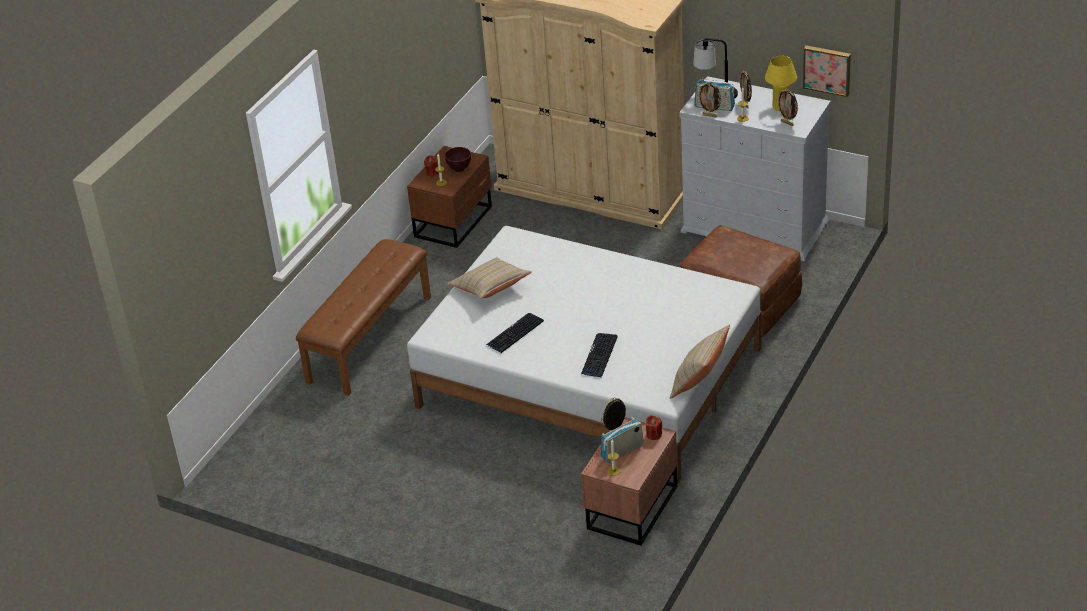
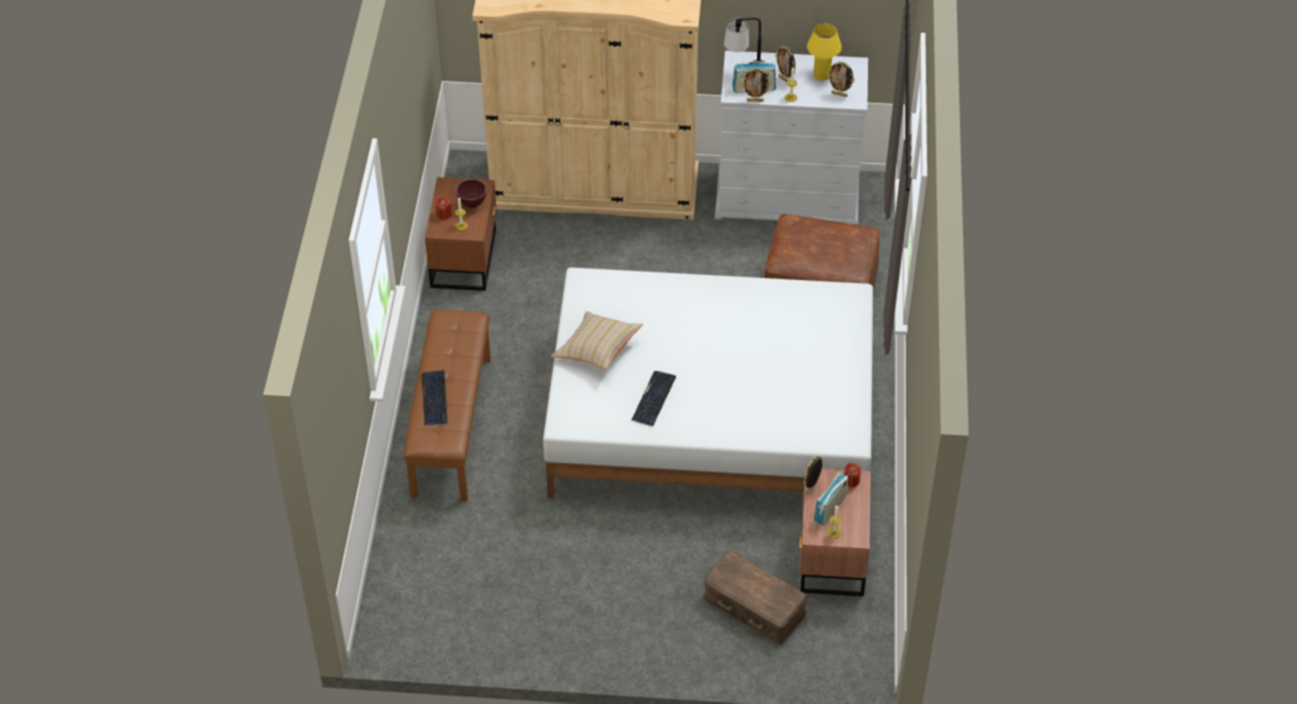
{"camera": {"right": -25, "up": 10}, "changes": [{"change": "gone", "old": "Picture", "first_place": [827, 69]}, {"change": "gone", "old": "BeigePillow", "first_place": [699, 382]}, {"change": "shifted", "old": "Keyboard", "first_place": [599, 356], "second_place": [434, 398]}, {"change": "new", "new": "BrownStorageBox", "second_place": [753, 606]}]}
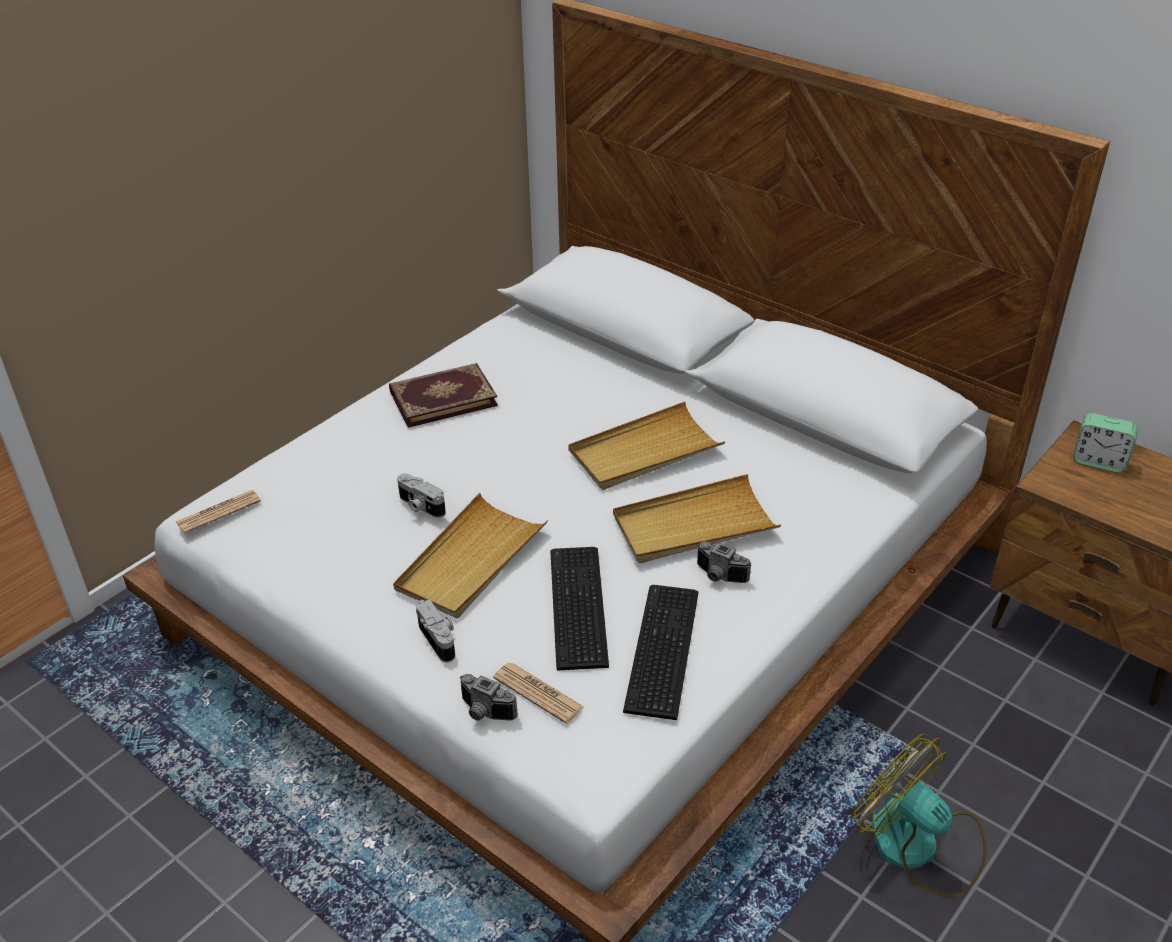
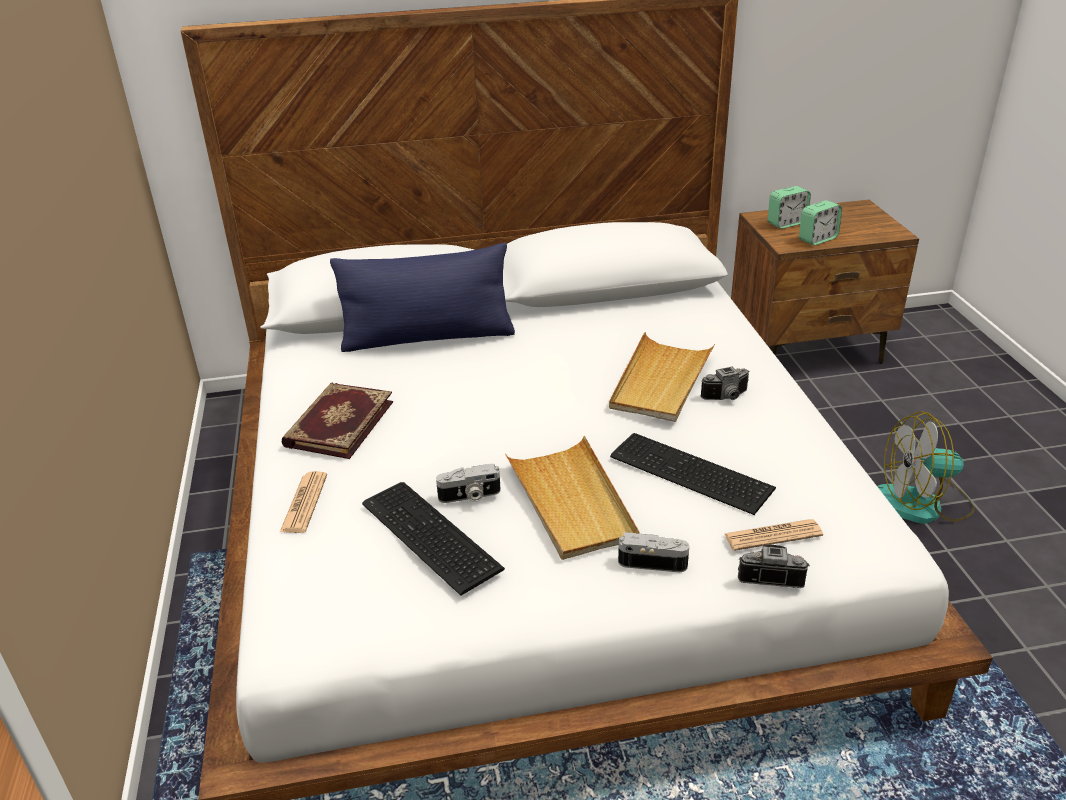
{"camera": {"right": -50, "up": -5}, "changes": [{"change": "gone", "old": "BeigeTray", "first_place": [644, 451]}, {"change": "shifted", "old": "Newspaper", "first_place": [218, 512], "second_place": [304, 503]}, {"change": "shifted", "old": "Keyboard", "first_place": [659, 651], "second_place": [429, 538]}, {"change": "rotated", "old": "PhotoCamera", "first_place": [484, 713], "second_place": [770, 575], "degrees": -150}, {"change": "new", "new": "AlarmClock", "second_place": [817, 239]}, {"change": "new", "new": "BluePillow", "second_place": [428, 337]}]}
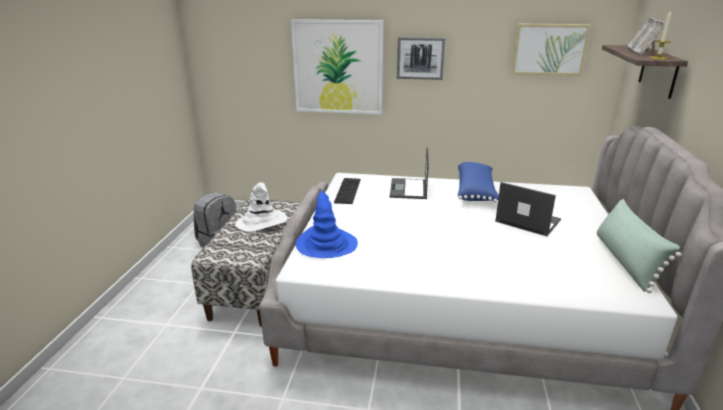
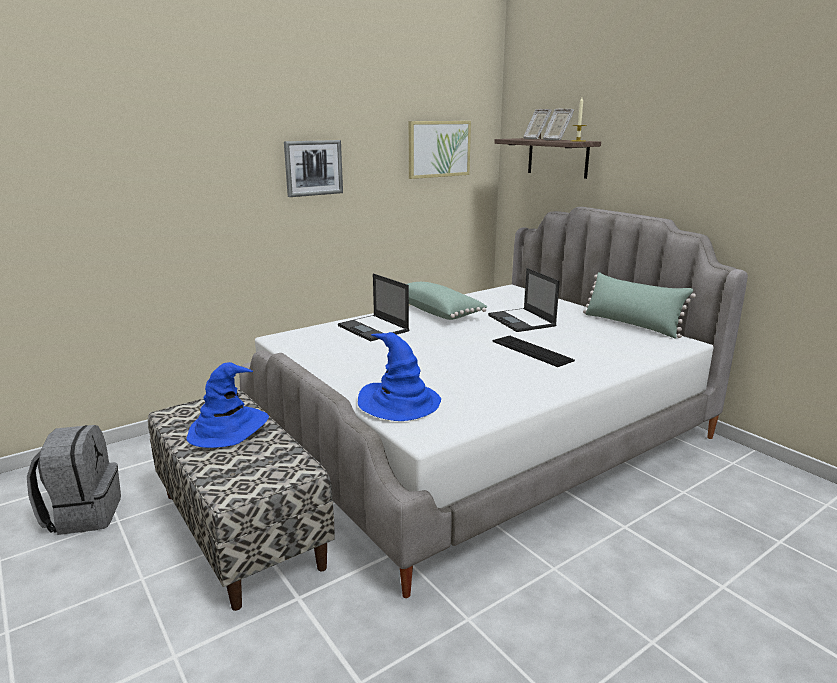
{"camera": {"right": -45, "up": -5}, "changes": [{"change": "gone", "old": "Picture", "first_place": [338, 67]}, {"change": "repainted", "old": "BluePillow", "new": "GreenPillow", "first_place": [476, 192], "second_place": [438, 312]}, {"change": "shifted", "old": "Keyboard", "first_place": [348, 190], "second_place": [531, 351]}, {"change": "repainted", "old": "WhiteHat", "new": "BlueHat", "first_place": [262, 222], "second_place": [228, 428]}, {"change": "rotated", "old": "Laptop", "first_place": [527, 221], "second_place": [522, 321], "degrees": -105}]}
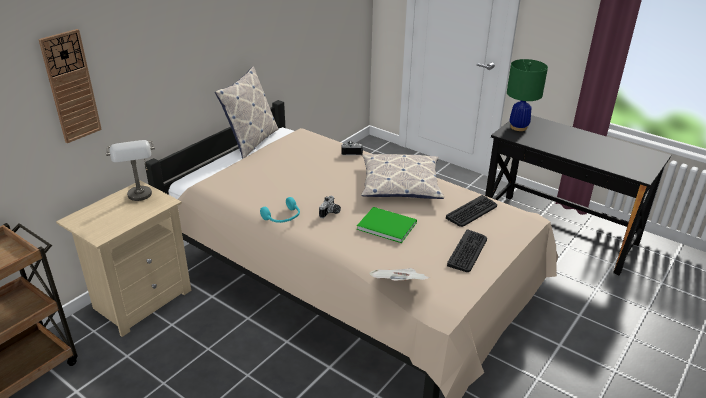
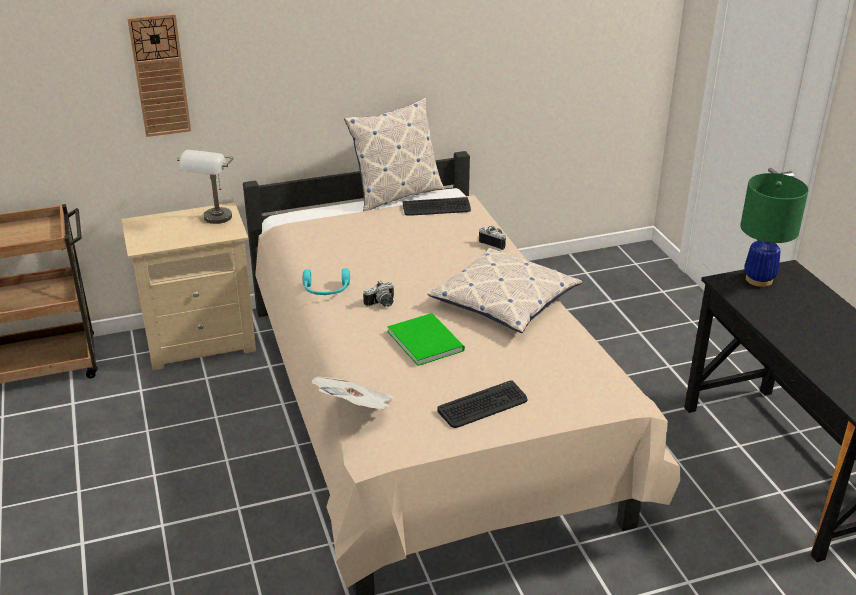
{"camera": {"right": 35, "up": 0}, "changes": [{"change": "shifted", "old": "Keyboard", "first_place": [472, 212], "second_place": [436, 208]}]}
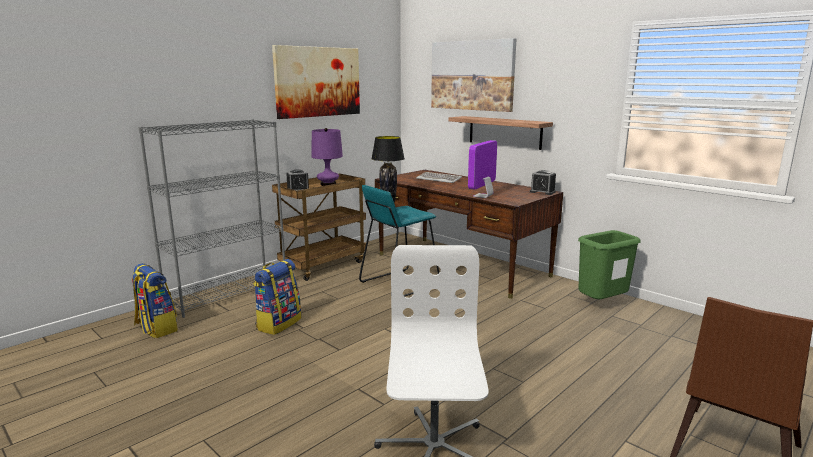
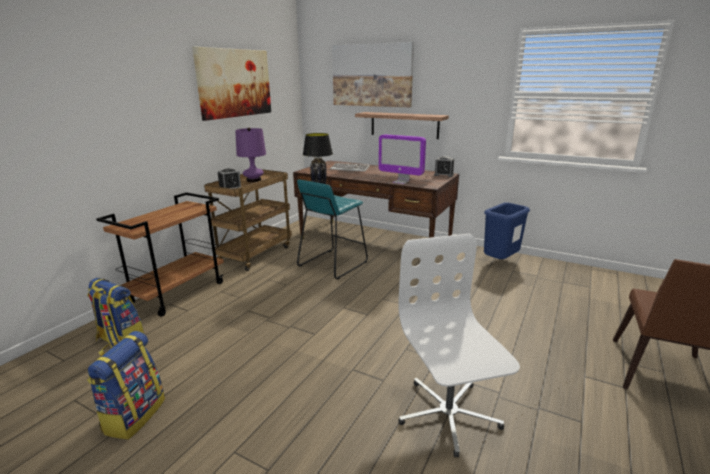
{"camera": {"right": -15, "up": 5}, "changes": [{"change": "swapped", "old": "GreyBookcase", "new": "BrownCart", "first_place": [228, 293], "second_place": [178, 292]}, {"change": "rotated", "old": "Monitor", "first_place": [483, 196], "second_place": [401, 182], "degrees": -75}, {"change": "repainted", "old": "GreenTrashCan", "new": "BlueTrashCan", "first_place": [601, 304], "second_place": [500, 262]}, {"change": "shifted", "old": "Backpack", "first_place": [278, 324], "second_place": [134, 415]}]}
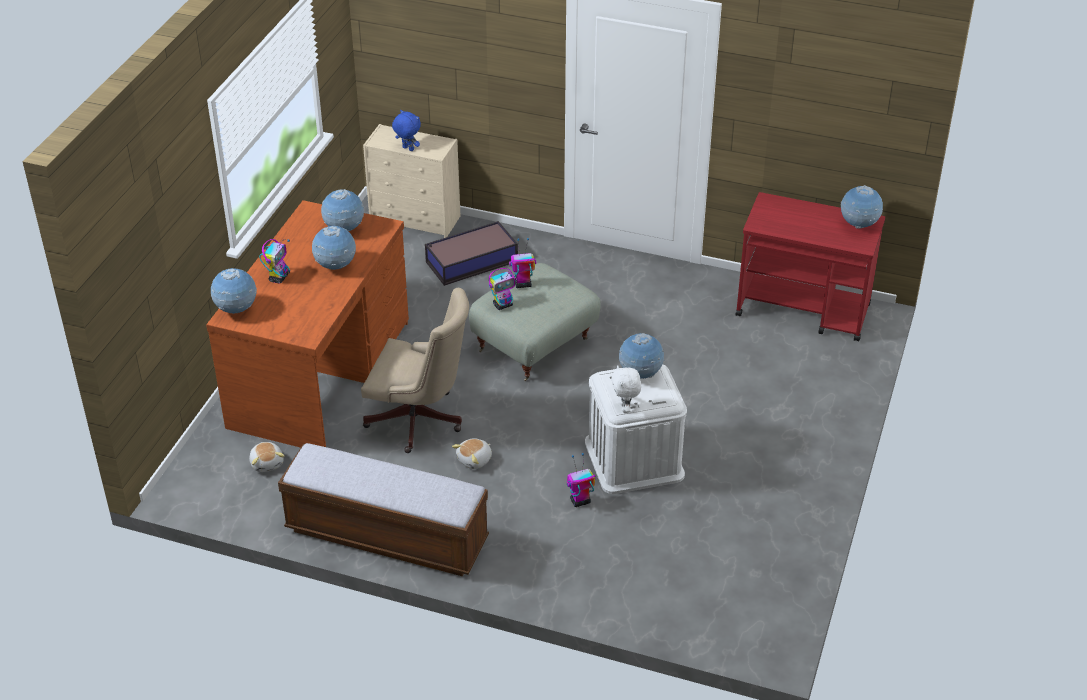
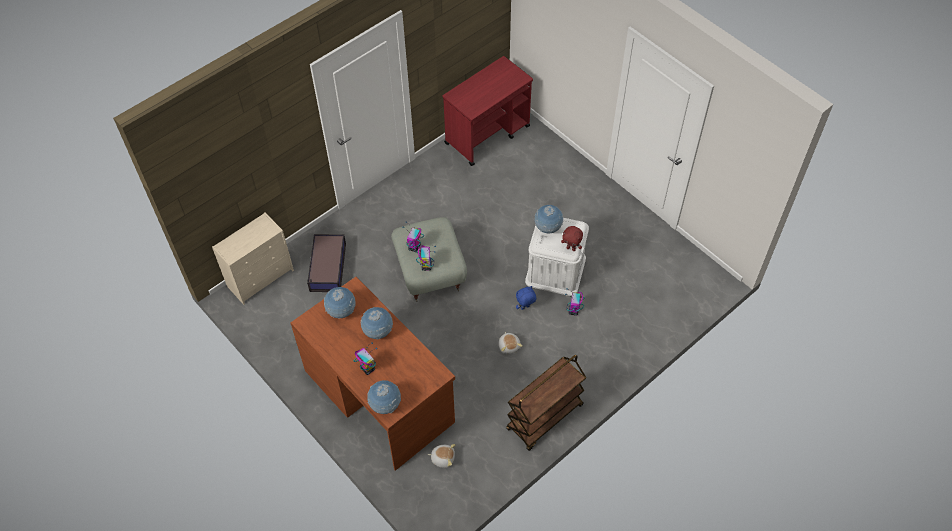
{"camera": {"right": -60, "up": 15}, "changes": [{"change": "shifted", "old": "BluePlushToy", "first_place": [407, 149], "second_place": [525, 308]}, {"change": "gone", "old": "Globe", "first_place": [858, 225]}, {"change": "gone", "old": "BeigeOfficeChair", "first_place": [420, 421]}, {"change": "repainted", "old": "WhitePlushToy", "new": "RedPlushToy", "first_place": [625, 408], "second_place": [571, 248]}, {"change": "swapped", "old": "Bench", "new": "BrownCart", "first_place": [386, 535], "second_place": [544, 418]}]}
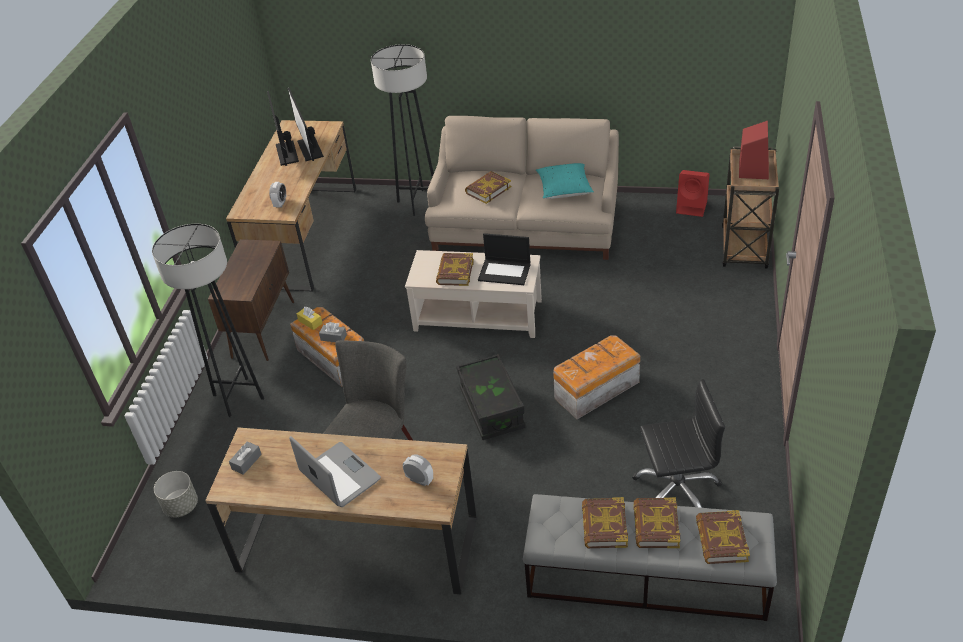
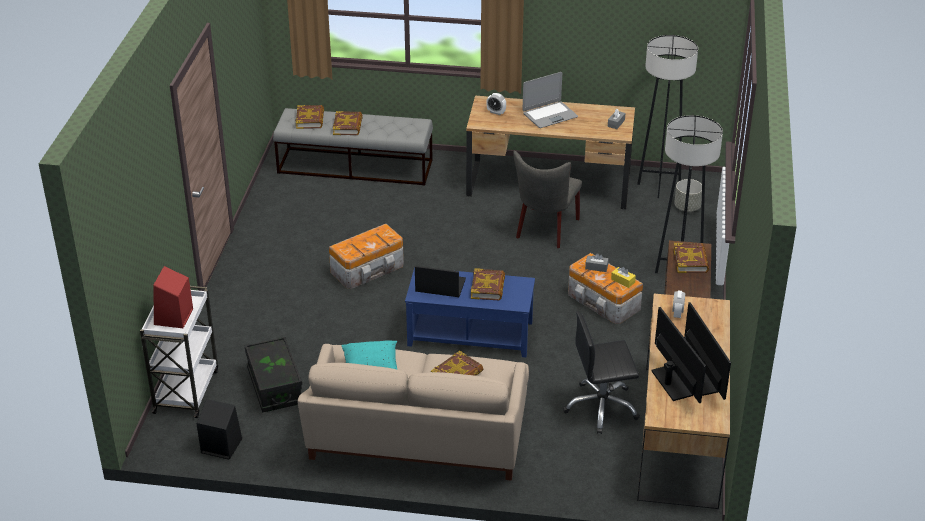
{"camera": {"right": 175, "up": -5}, "changes": [{"change": "shifted", "old": "GreyFloorLamp", "first_place": [418, 202], "second_place": [659, 186]}, {"change": "repainted", "old": "BrownCart", "new": "WhiteCart", "first_place": [744, 249], "second_place": [186, 390]}, {"change": "repainted", "old": "RedSpeaker", "new": "BlackSpeaker", "first_place": [692, 207], "second_place": [220, 446]}, {"change": "repainted", "old": "BeigeCoffeeTable", "new": "BlueCoffeeTable", "first_place": [478, 315], "second_place": [470, 334]}, {"change": "shifted", "old": "BlackStorageBox", "first_place": [491, 408], "second_place": [275, 386]}, {"change": "shifted", "old": "BlackOfficeChair", "first_place": [676, 491], "second_place": [601, 407]}, {"change": "rotated", "old": "Laptop", "first_place": [339, 476], "second_place": [549, 115], "degrees": -75}, {"change": "shifted", "old": "Book", "first_place": [604, 526], "second_place": [691, 261]}]}
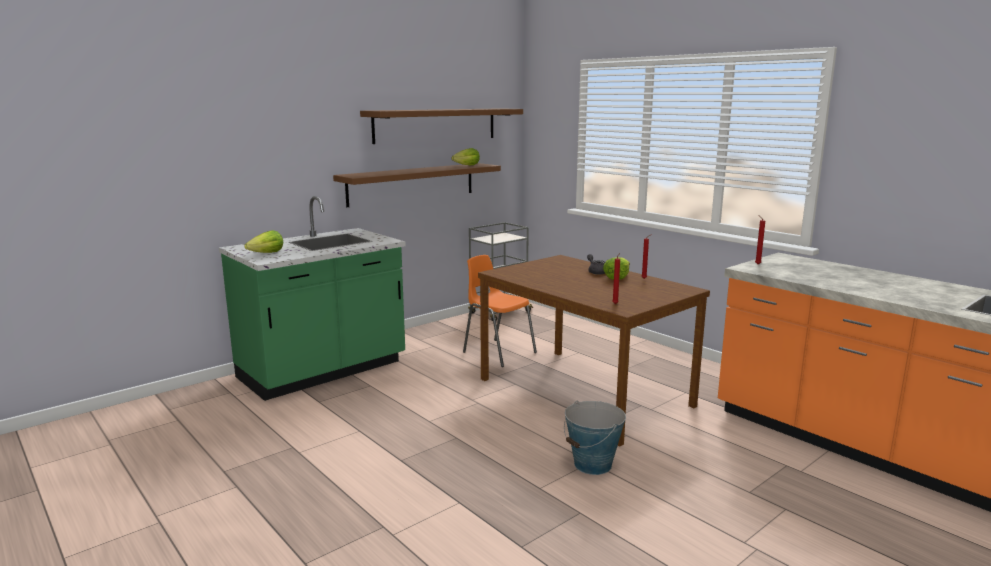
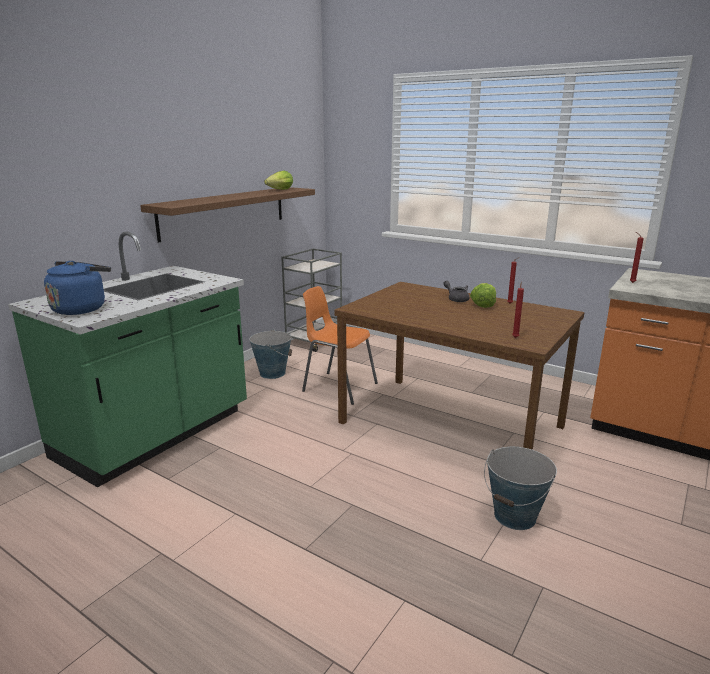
{"camera": {"right": -15, "up": 5}, "changes": [{"change": "gone", "old": "BrownShelf", "first_place": [436, 125]}, {"change": "swapped", "old": "Lettuce", "new": "BlueKettle", "first_place": [267, 253], "second_place": [81, 308]}, {"change": "new", "new": "Bucket", "second_place": [272, 373]}]}
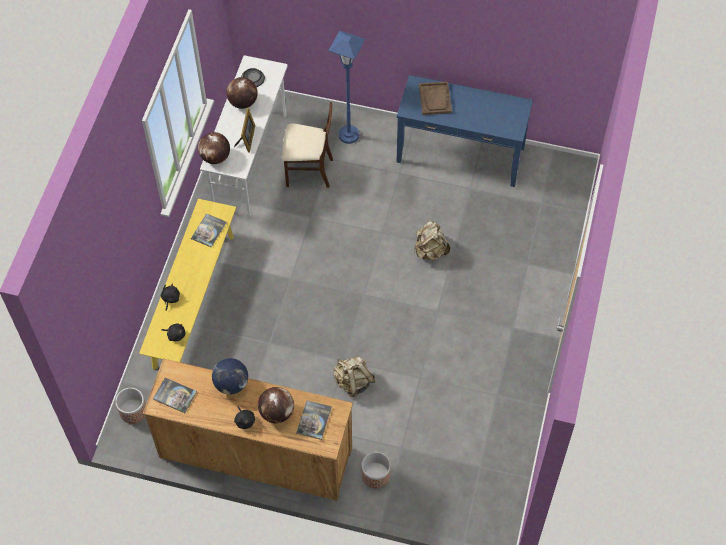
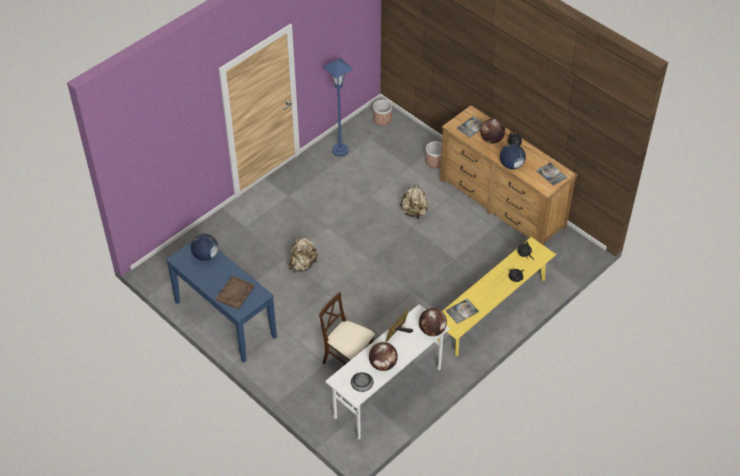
{"camera": {"right": -150, "up": -10}, "changes": [{"change": "shifted", "old": "BlueFloorLamp", "first_place": [349, 135], "second_place": [340, 150]}, {"change": "shifted", "old": "Planter", "first_place": [133, 411], "second_place": [382, 118]}, {"change": "new", "new": "Globe", "second_place": [205, 256]}]}
